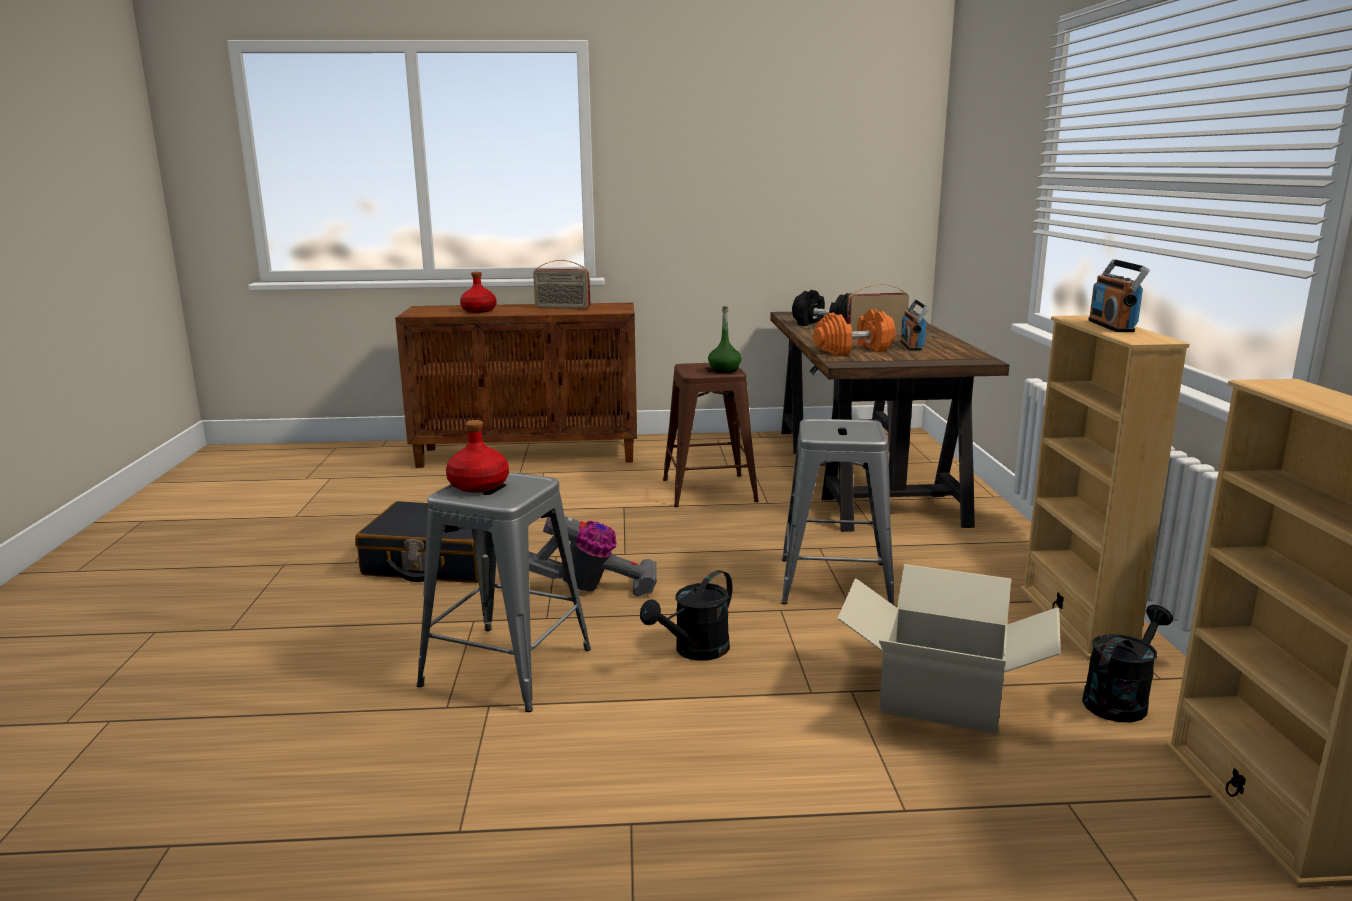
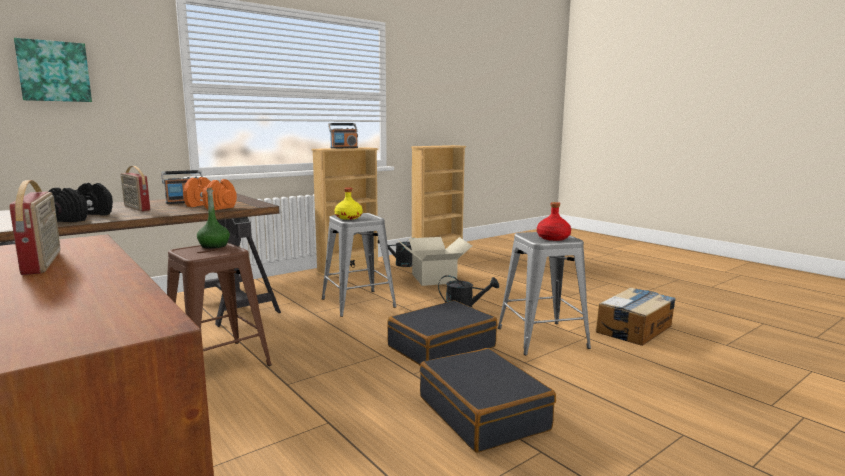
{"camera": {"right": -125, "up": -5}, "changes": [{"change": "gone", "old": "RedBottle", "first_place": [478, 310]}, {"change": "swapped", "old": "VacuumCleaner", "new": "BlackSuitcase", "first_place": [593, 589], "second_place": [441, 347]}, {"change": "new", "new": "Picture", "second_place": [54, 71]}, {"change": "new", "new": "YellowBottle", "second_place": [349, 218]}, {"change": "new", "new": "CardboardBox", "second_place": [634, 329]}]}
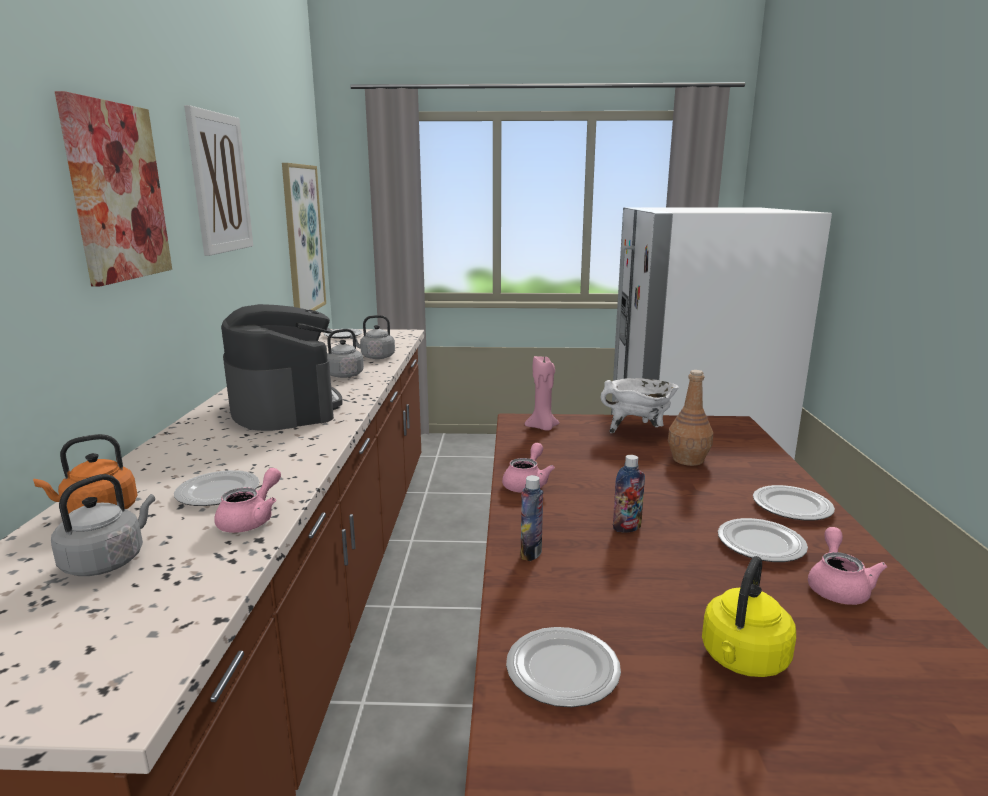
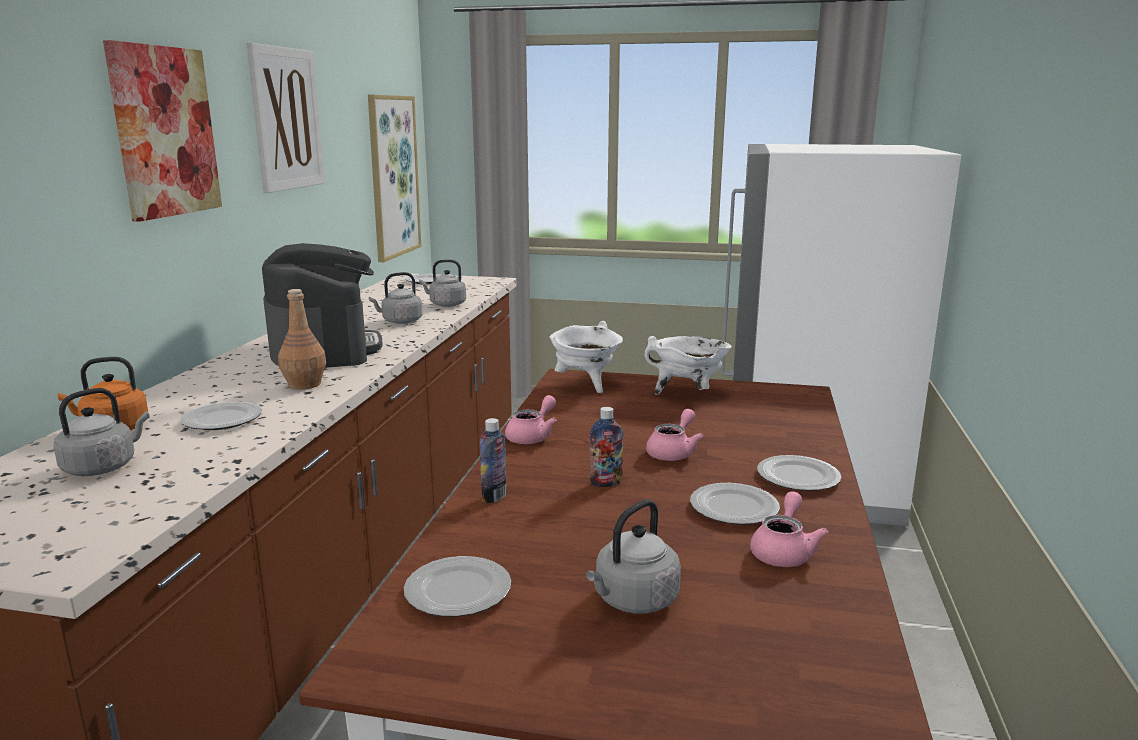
{"camera": {"right": 10, "up": 0}, "changes": [{"change": "swapped", "old": "PinkCandle", "new": "WhiteCookingPot", "first_place": [542, 428], "second_place": [586, 385]}, {"change": "shifted", "old": "BrownBottle", "first_place": [687, 459], "second_place": [304, 384]}, {"change": "shifted", "old": "PinkTeapot", "first_place": [252, 519], "second_place": [674, 452]}, {"change": "repainted", "old": "YellowKettle", "new": "GreyKettle", "first_place": [742, 660], "second_place": [633, 601]}]}
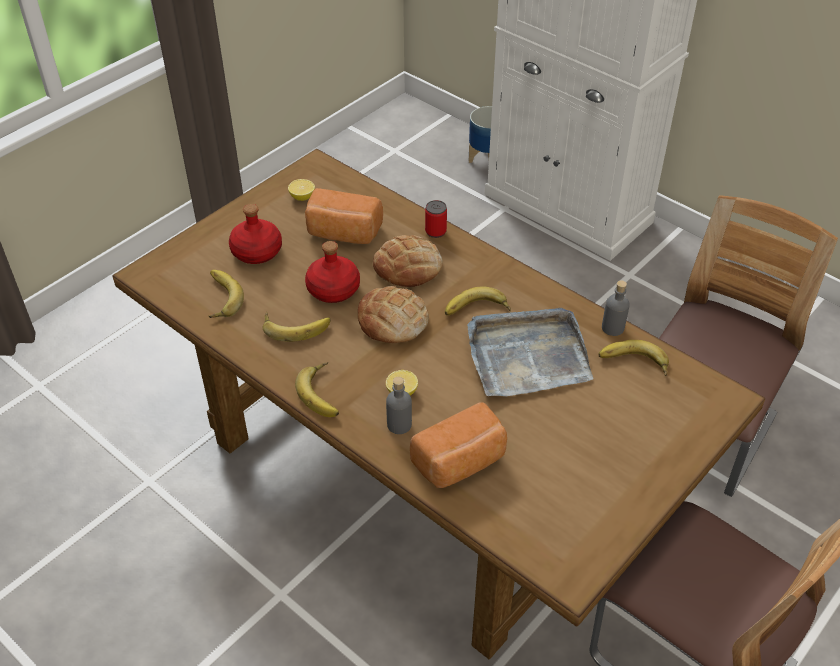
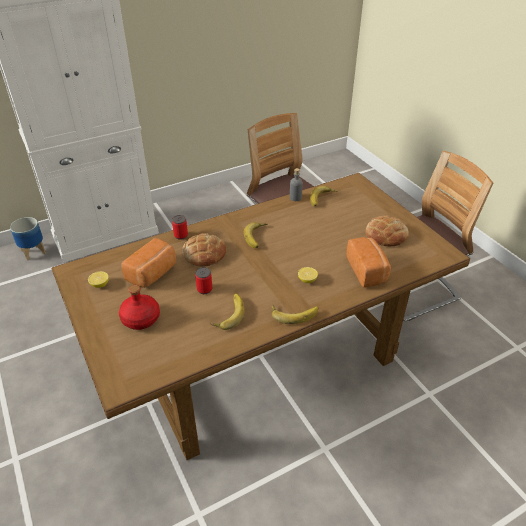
{"camera": {"right": -70, "up": -5}, "changes": [{"change": "swapped", "old": "RedBottle", "new": "Can", "first_place": [333, 290], "second_place": [204, 289]}, {"change": "gone", "old": "Banana", "first_place": [219, 297]}, {"change": "shifted", "old": "Bread", "first_place": [392, 320], "second_place": [386, 235]}, {"change": "gone", "old": "GreyTray", "first_place": [527, 356]}, {"change": "gone", "old": "GreyBottle", "first_place": [399, 424]}]}
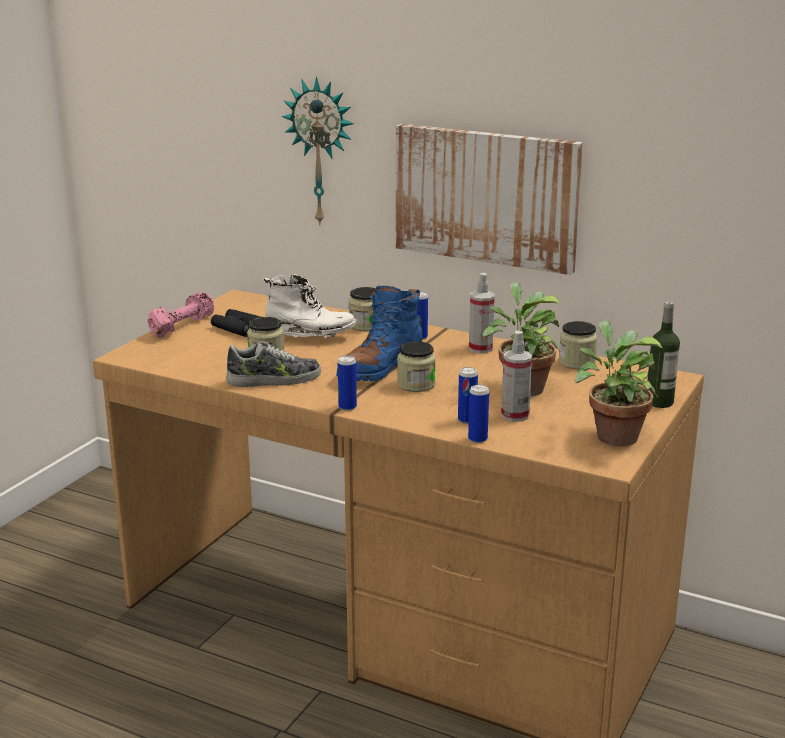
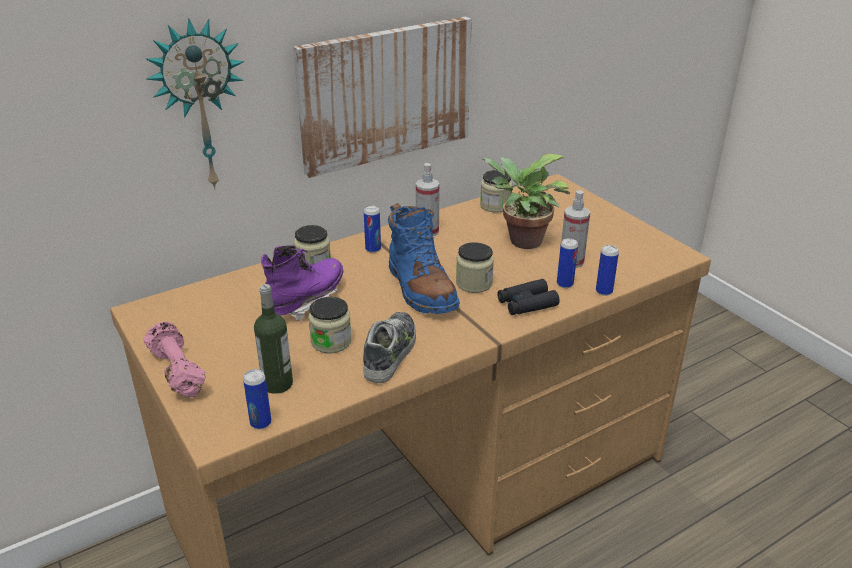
{"camera": {"right": -60, "up": 10}, "changes": [{"change": "repainted", "old": "WhiteBoot", "new": "PurpleBoot", "first_place": [310, 337], "second_place": [306, 301]}, {"change": "shifted", "old": "Bottle", "first_place": [659, 402], "second_place": [277, 384]}, {"change": "shifted", "old": "BlackBinoculars", "first_place": [238, 328], "second_place": [527, 304]}, {"change": "gone", "old": "PottedPlant", "first_place": [613, 435]}, {"change": "shifted", "old": "Can", "first_place": [347, 407], "second_place": [260, 423]}]}
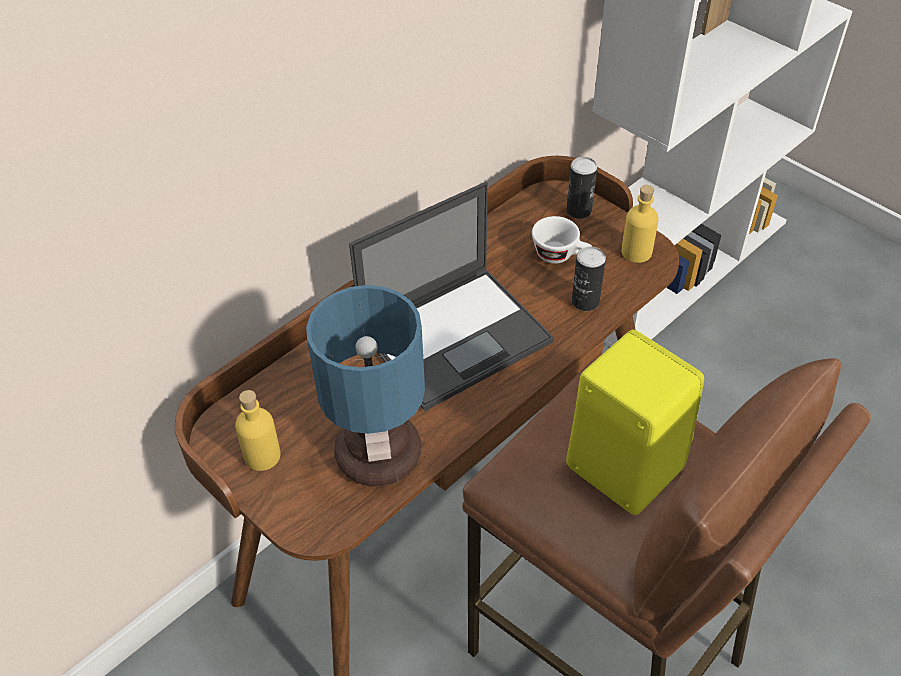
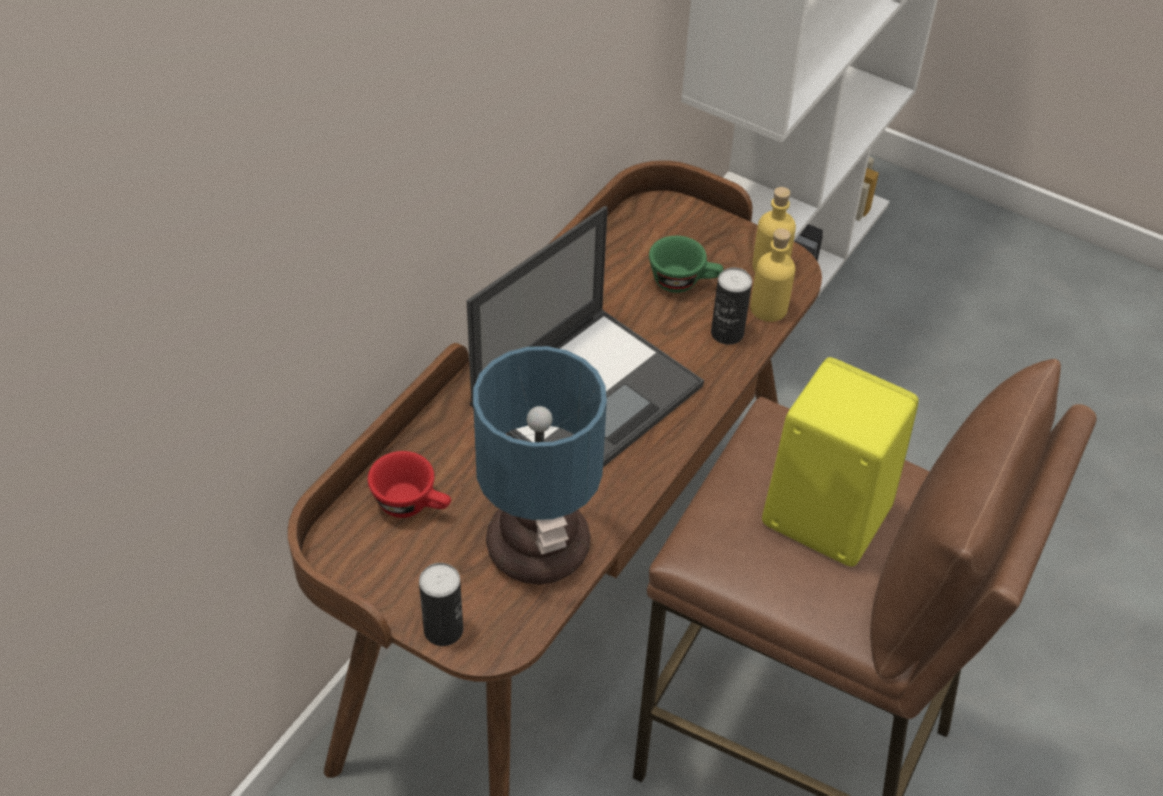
{"camera": {"right": -15, "up": 0}, "changes": [{"change": "shifted", "old": "Can", "first_place": [579, 210], "second_place": [443, 630]}, {"change": "repainted", "old": "WhiteCup", "new": "GreenCup", "first_place": [561, 255], "second_place": [683, 281]}, {"change": "shifted", "old": "YellowBottle", "first_place": [262, 456], "second_place": [768, 308]}, {"change": "new", "new": "RedCup", "second_place": [413, 504]}]}
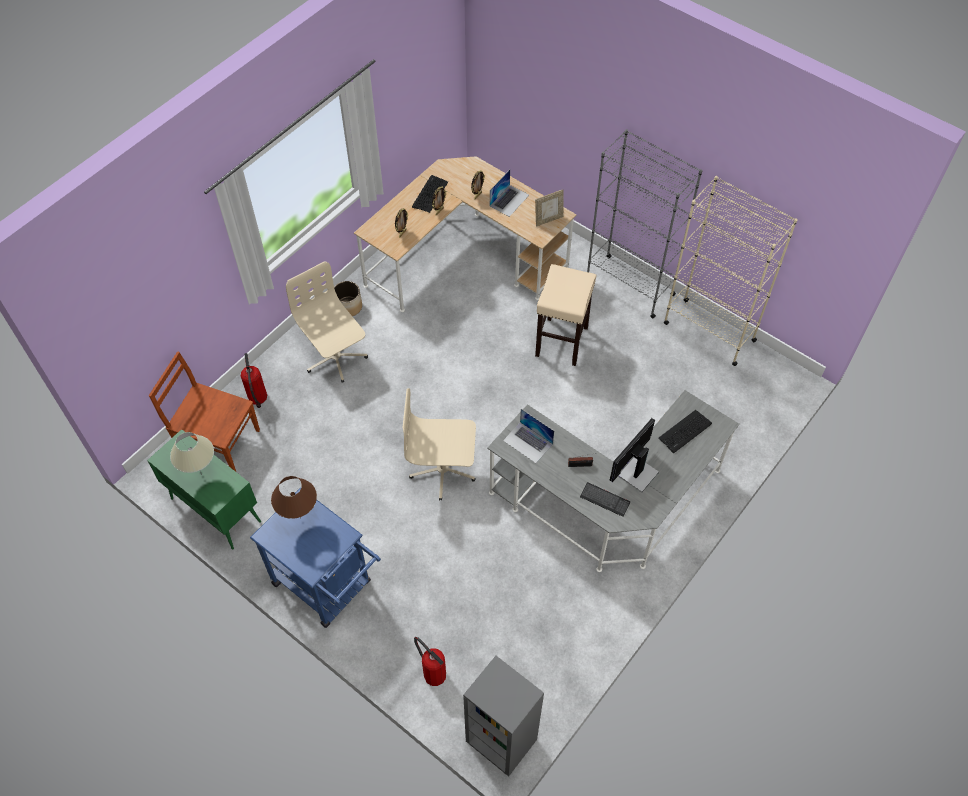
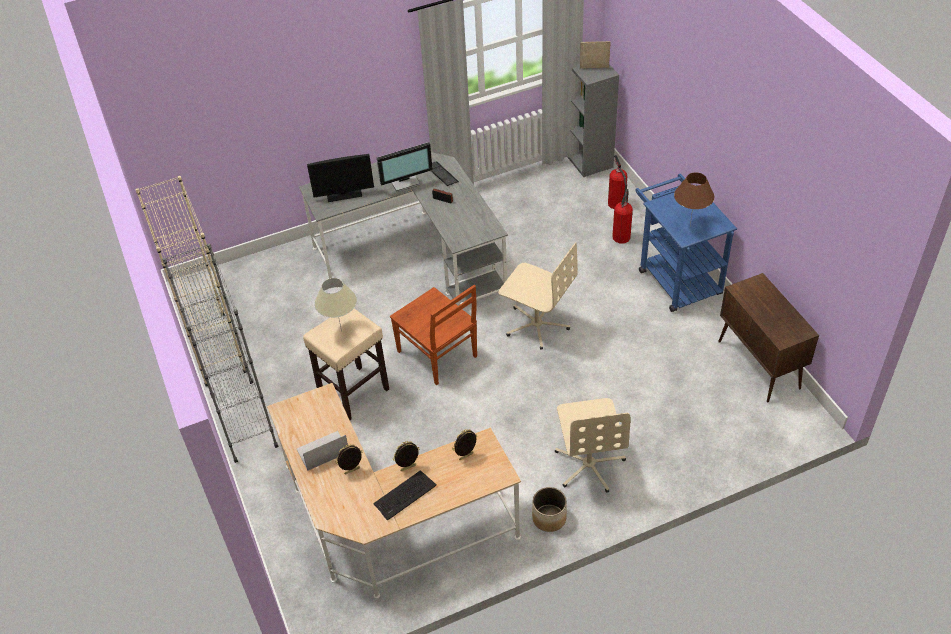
{"camera": {"right": -150, "up": -10}, "changes": [{"change": "shifted", "old": "PictureFrame", "first_place": [548, 219], "second_place": [594, 69]}, {"change": "shifted", "old": "BrownChair", "first_place": [218, 441], "second_place": [438, 355]}, {"change": "shifted", "old": "FireExtinguisher", "first_place": [258, 398], "second_place": [621, 235]}, {"change": "gone", "old": "Laptop", "first_place": [528, 442]}, {"change": "swapped", "old": "Keyboard", "new": "Monitor", "first_place": [685, 431], "second_place": [344, 194]}, {"change": "repainted", "old": "GreenCabinet", "new": "BrownCabinet", "first_place": [215, 509], "second_place": [759, 365]}, {"change": "shifted", "old": "BeigeTableLamp", "first_place": [202, 475], "second_place": [341, 331]}]}
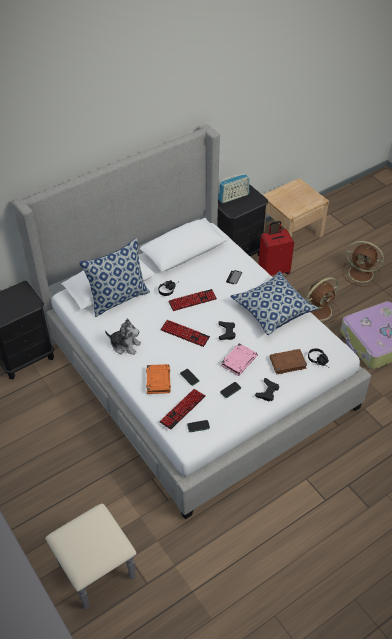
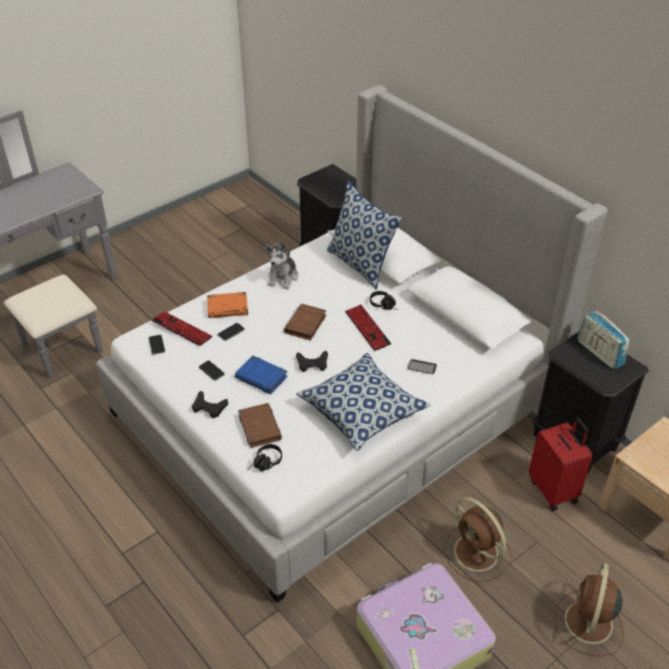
{"camera": {"right": 85, "up": -5}, "changes": [{"change": "swapped", "old": "Keyboard", "new": "BrownBook", "first_place": [185, 334], "second_place": [305, 325]}, {"change": "repainted", "old": "PinkBook", "new": "BlueBook", "first_place": [239, 361], "second_place": [262, 377]}]}
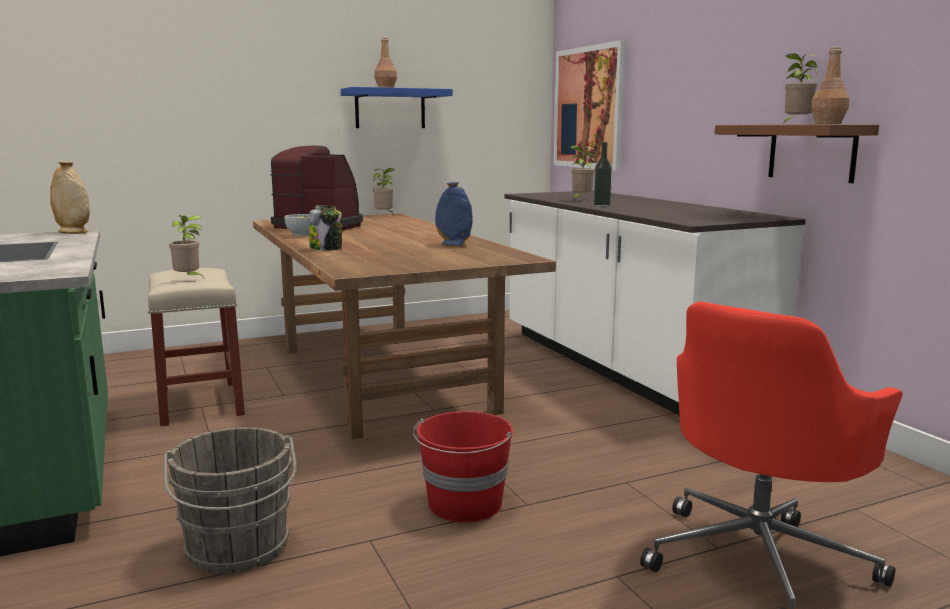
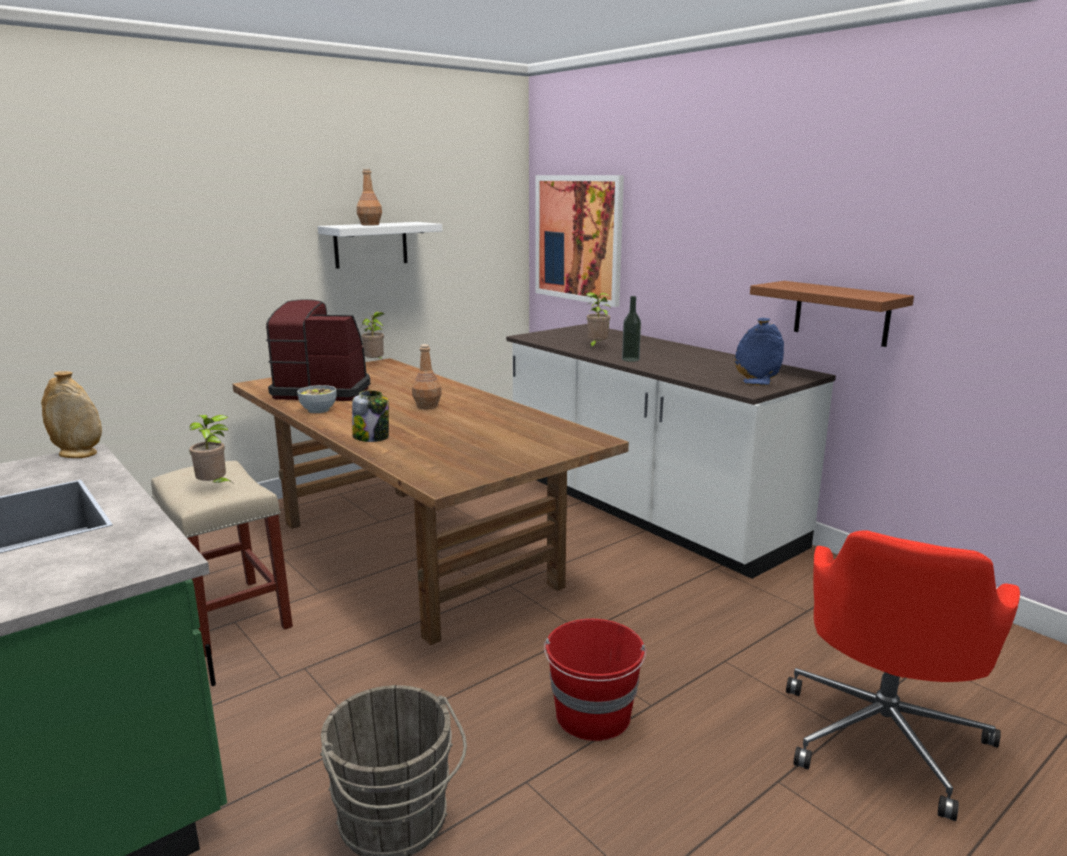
{"camera": {"right": -15, "up": 5}, "changes": [{"change": "shifted", "old": "BrownBottle", "first_place": [828, 124], "second_place": [427, 406]}, {"change": "gone", "old": "PottedPlant", "first_place": [795, 124]}, {"change": "repainted", "old": "BlueShelf", "new": "WhiteShelf", "first_place": [390, 109], "second_place": [371, 244]}, {"change": "shifted", "old": "BlueVase", "first_place": [453, 245], "second_place": [756, 383]}]}
